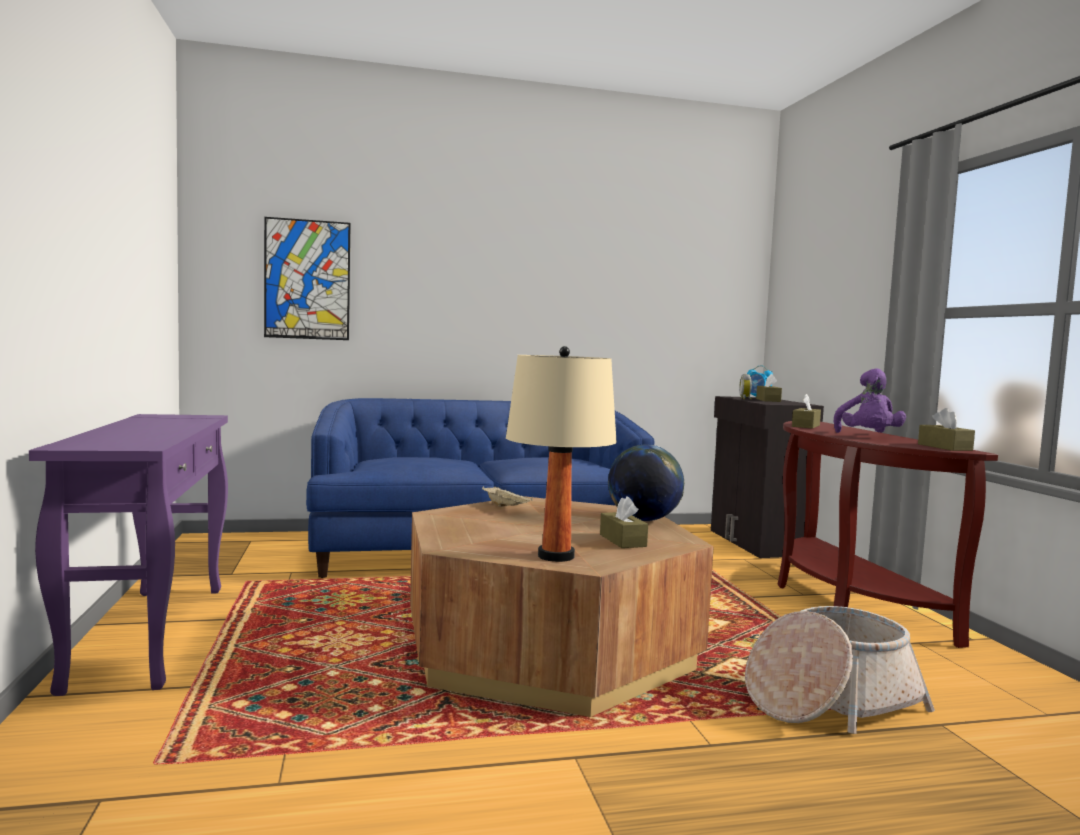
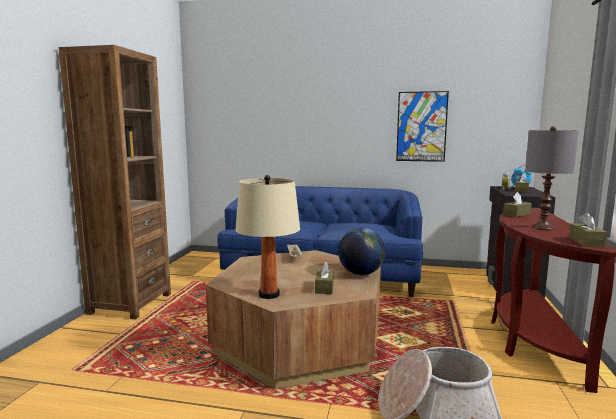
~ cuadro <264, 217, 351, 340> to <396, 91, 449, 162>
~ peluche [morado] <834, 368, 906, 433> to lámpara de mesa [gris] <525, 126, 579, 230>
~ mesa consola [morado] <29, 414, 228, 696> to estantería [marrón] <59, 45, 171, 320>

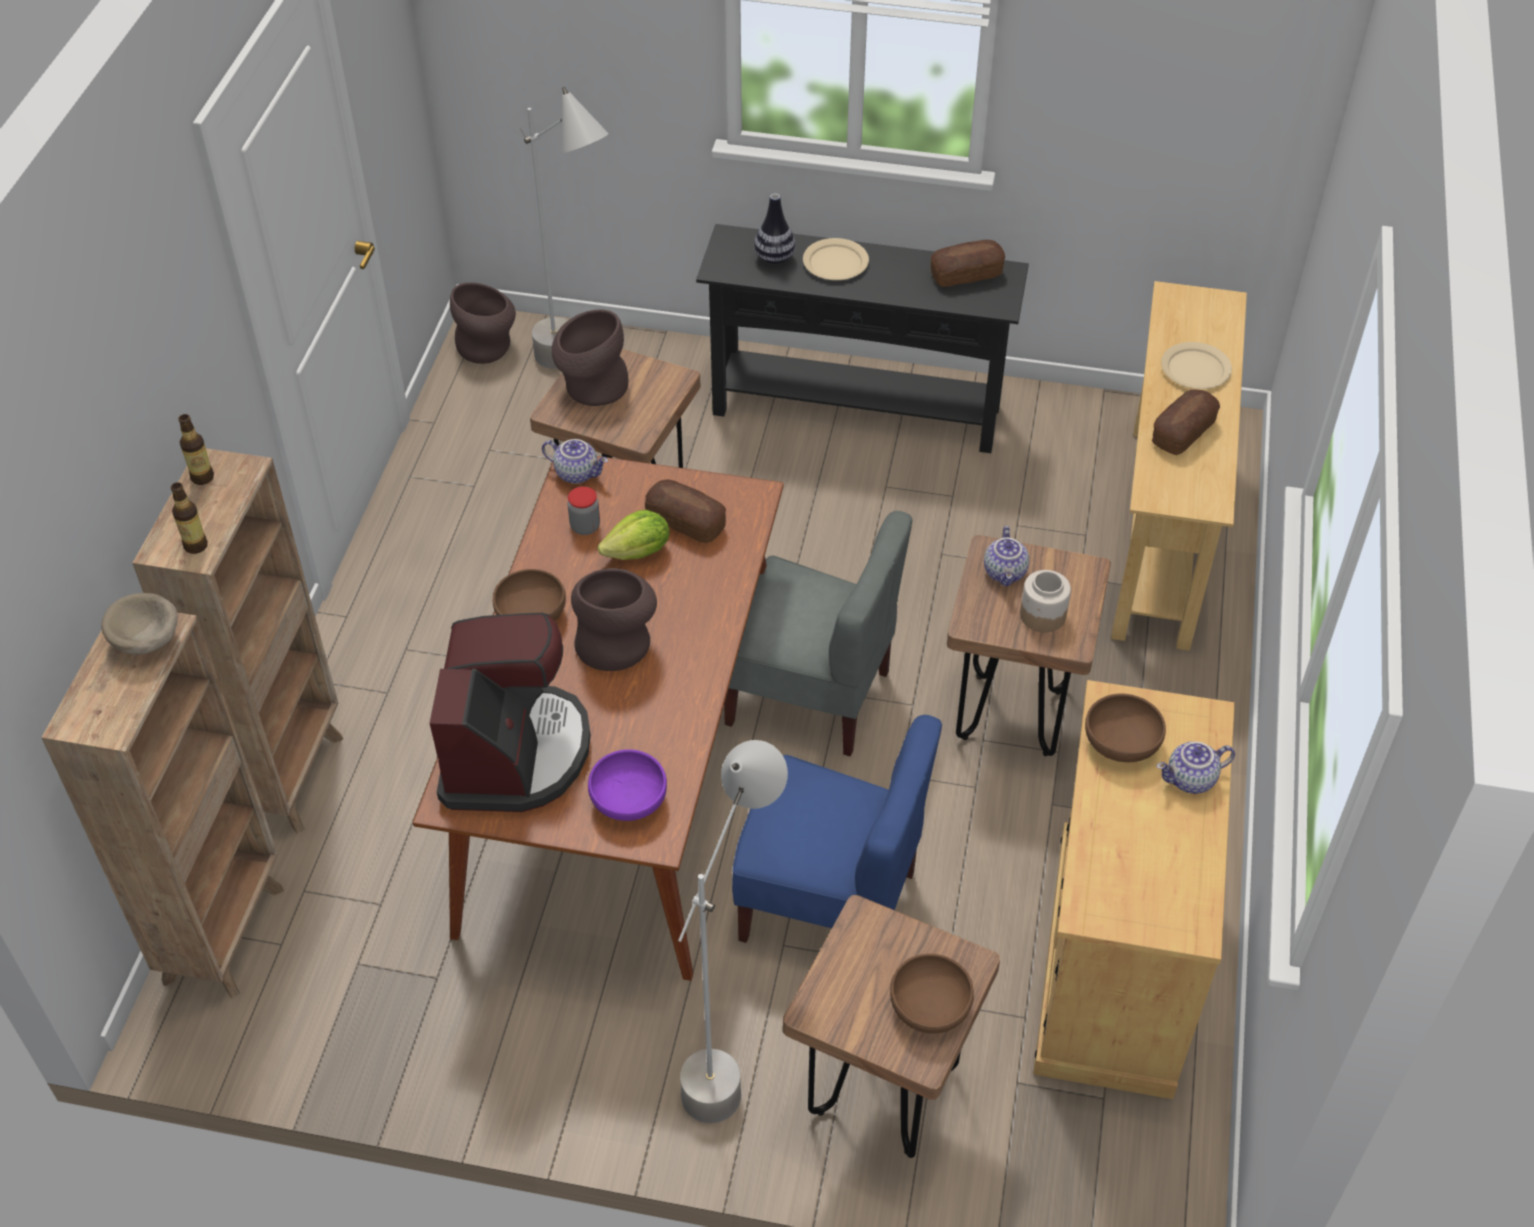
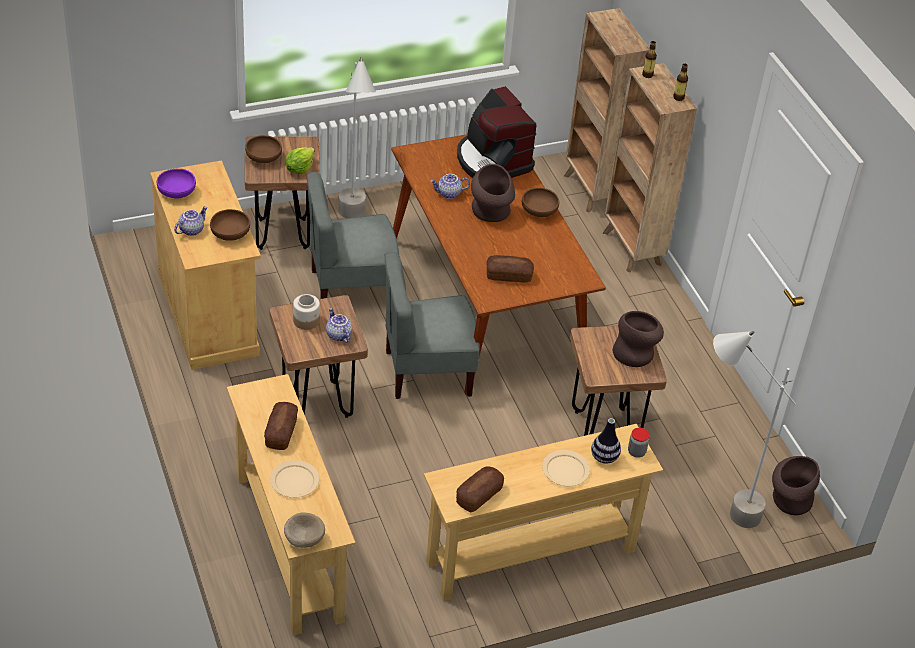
~ mesa consola [negro] <696, 224, 1029, 453> to mesa consola [beis] <424, 424, 663, 601>
~ tetera <542, 439, 608, 484> to <430, 174, 470, 199>
~ tarro <567, 486, 600, 535> to <628, 428, 649, 458>
~ lechuga <597, 510, 670, 560> to <285, 147, 315, 174>
~ cuenco [beis] <101, 593, 178, 655> to <284, 513, 325, 548>
~ silla [azul] <732, 715, 942, 943> to silla [gris] <307, 172, 399, 299>
~ cuenco [morado] <588, 749, 667, 821> to <157, 169, 196, 198>

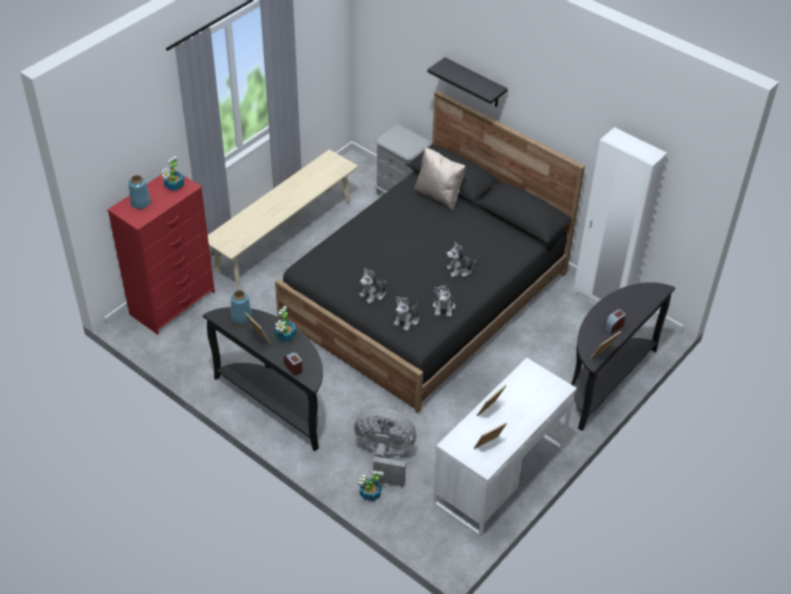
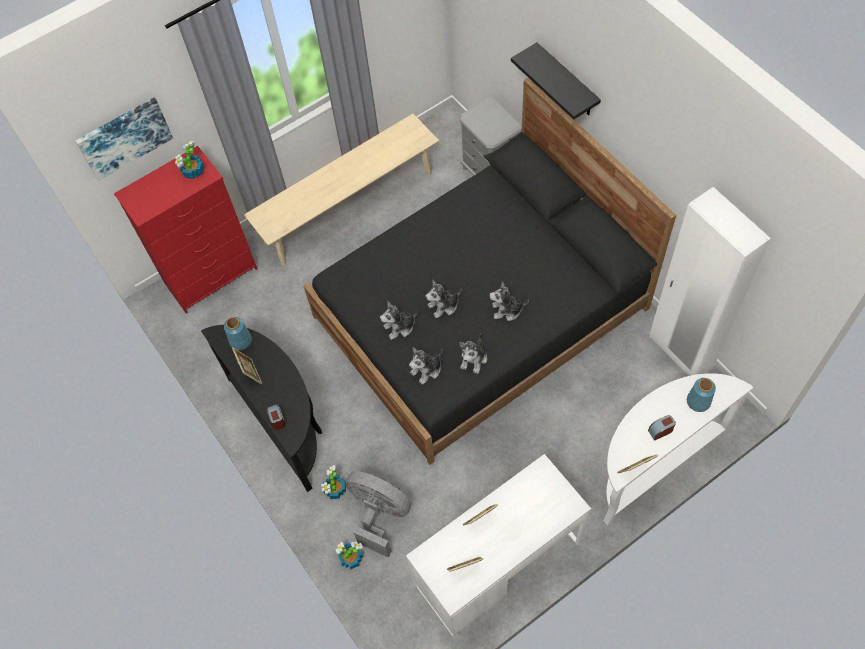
- cojín [beis] <414, 147, 466, 211>
~ florero [azul] <128, 175, 151, 209> to <687, 378, 716, 412>
~ mesa consola [negro] <571, 282, 675, 431> to mesa consola [blanco] <603, 373, 754, 525>
~ planta en maceta <274, 306, 297, 342> to <321, 465, 346, 499>
+ cuadro <75, 98, 173, 181>
+ peluche <425, 280, 462, 318>

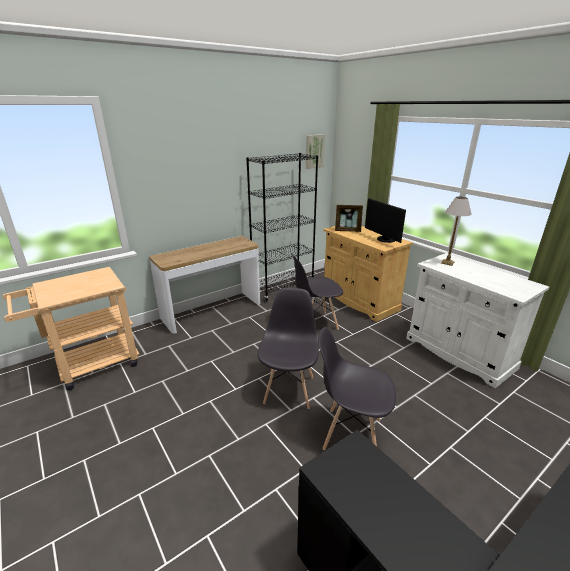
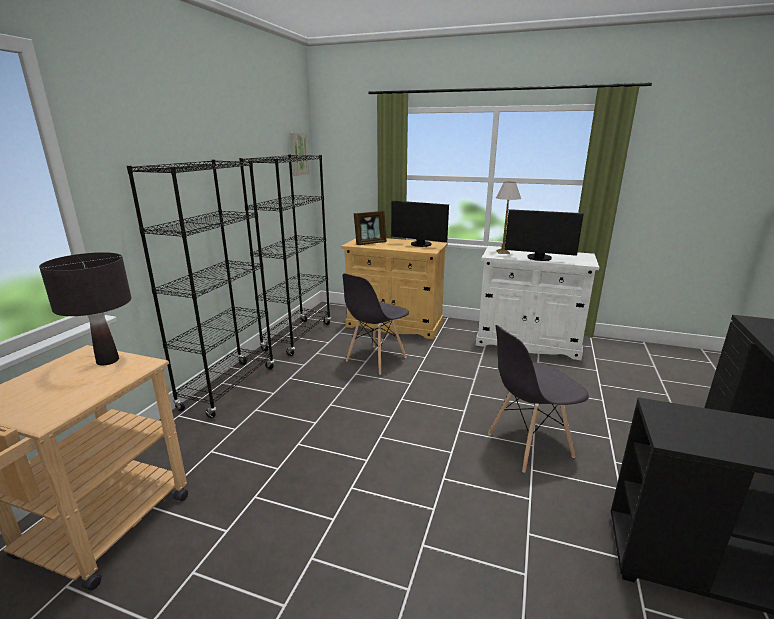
~ mesa consola <149, 236, 260, 334> to estantería [negro] <127, 160, 274, 418>
- silla [gris] <258, 288, 319, 409>
+ monitor <505, 209, 584, 261>
+ lámpara de mesa [negro] <39, 252, 131, 366>

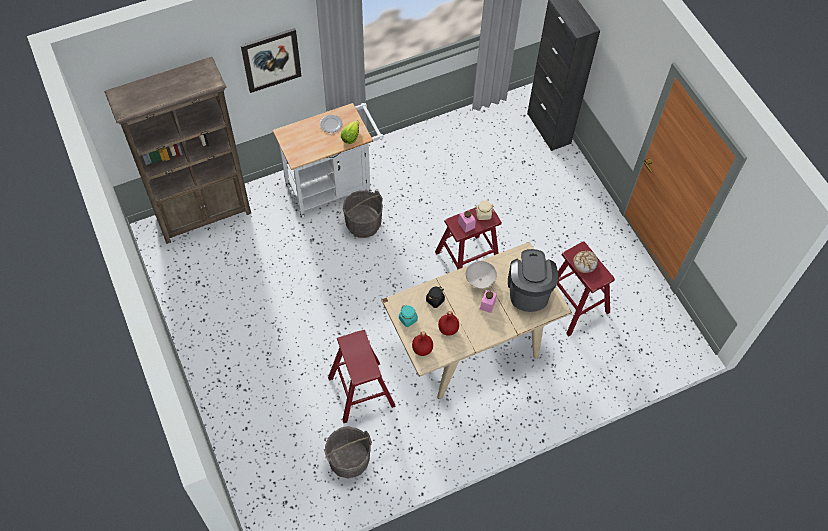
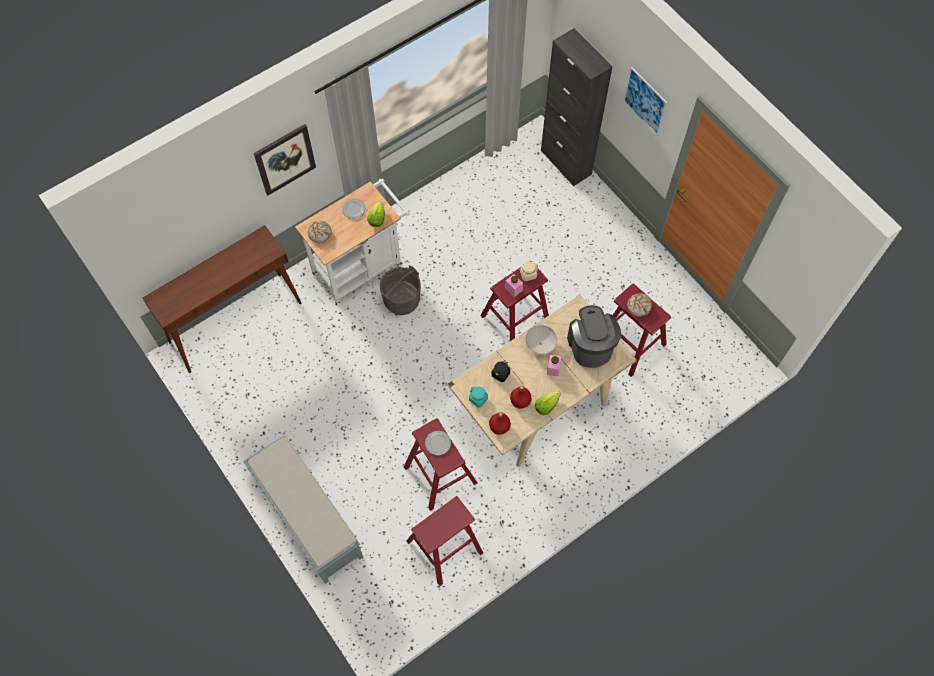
~ estantería [marrón] <105, 57, 251, 244> to mesa consola [marrón] <143, 225, 302, 373>
~ cubo [gris] <324, 426, 372, 478> to taburete [rojo] <406, 496, 483, 586>
+ cuadro <623, 66, 668, 136>
+ pan <308, 220, 332, 243>
+ lechuga <535, 391, 561, 415>
+ plato <425, 431, 451, 455>
+ banco [gris] <243, 435, 363, 584>

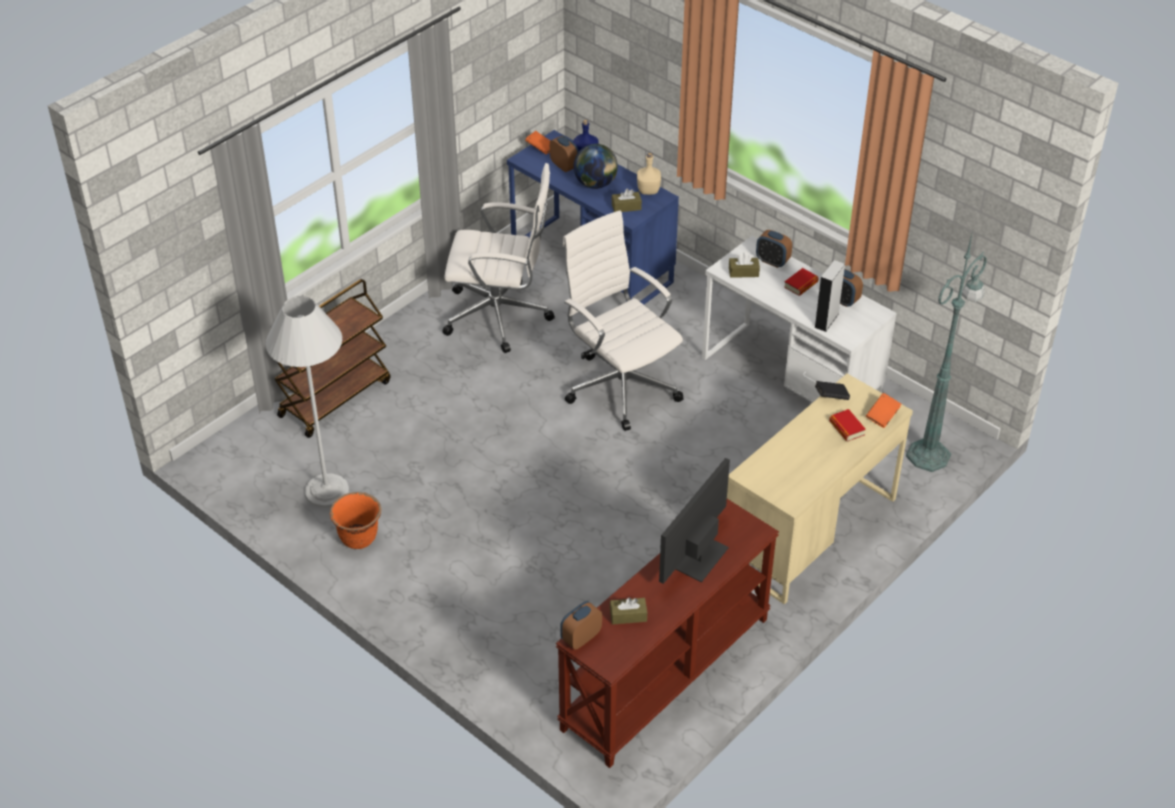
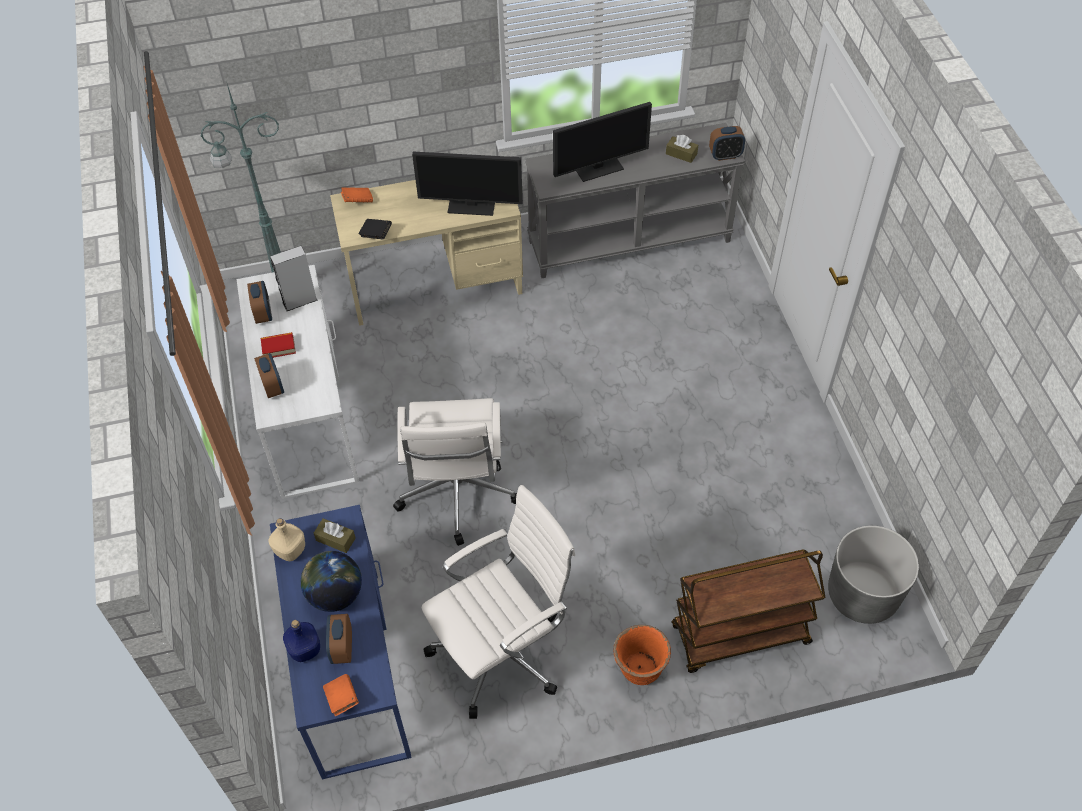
~ silla de oficina [blanco] <442, 163, 555, 353> = <421, 485, 575, 719> 105 degrees clockwise
- caja de pañuelos [marrón] <729, 252, 760, 278>
- lámpara de pie [blanco] <266, 296, 349, 508>
- libro <829, 409, 866, 441>
~ maceta [naranja] <330, 492, 381, 549> to <614, 625, 671, 685>
~ mesa consola [marrón] <556, 499, 779, 768> to mesa consola [gris] <525, 123, 745, 278>
+ monitor <412, 152, 523, 216>
+ maceta [gris] <828, 525, 919, 624>

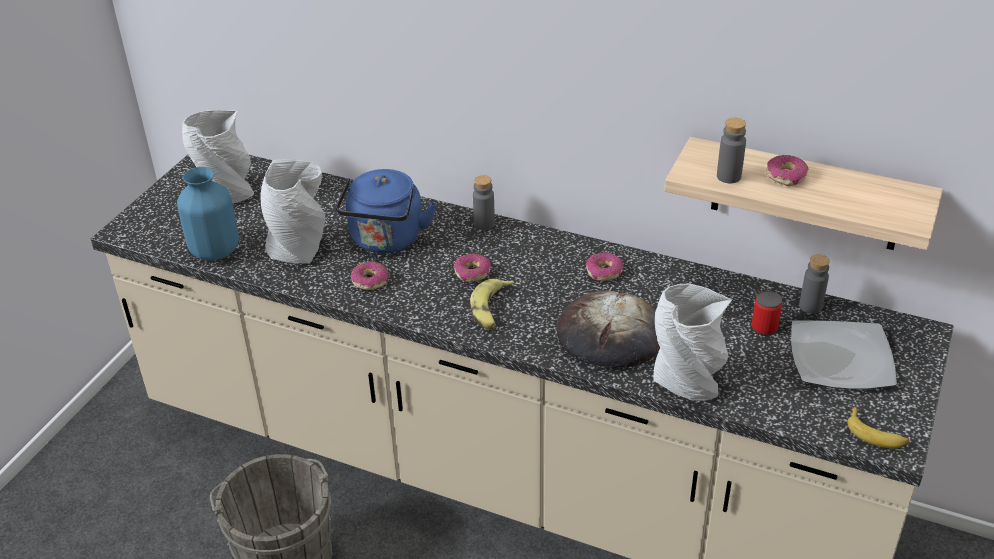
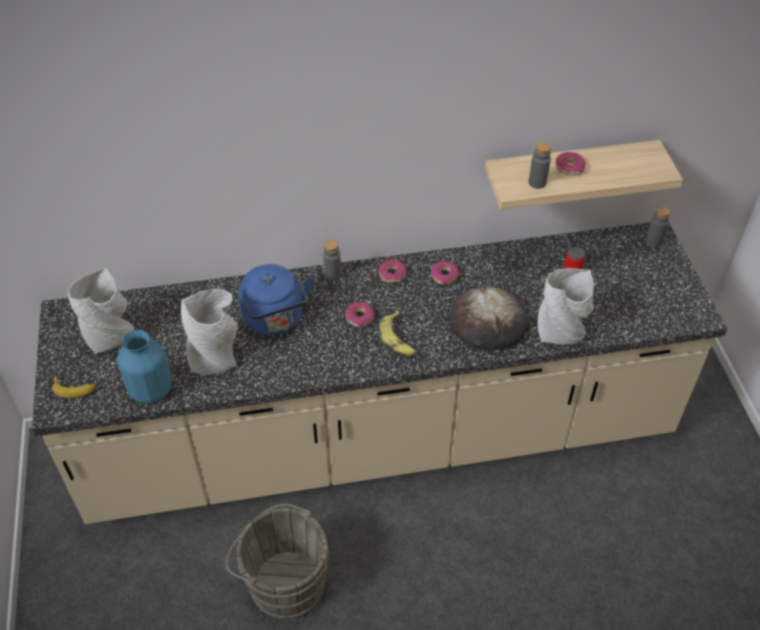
~ botella [gris] <799, 254, 830, 313> to <646, 206, 670, 247>
~ rosquilla <351, 261, 388, 290> to <378, 259, 407, 283>
- plato <791, 320, 897, 389>
~ plátano <847, 406, 910, 448> to <52, 376, 97, 398>

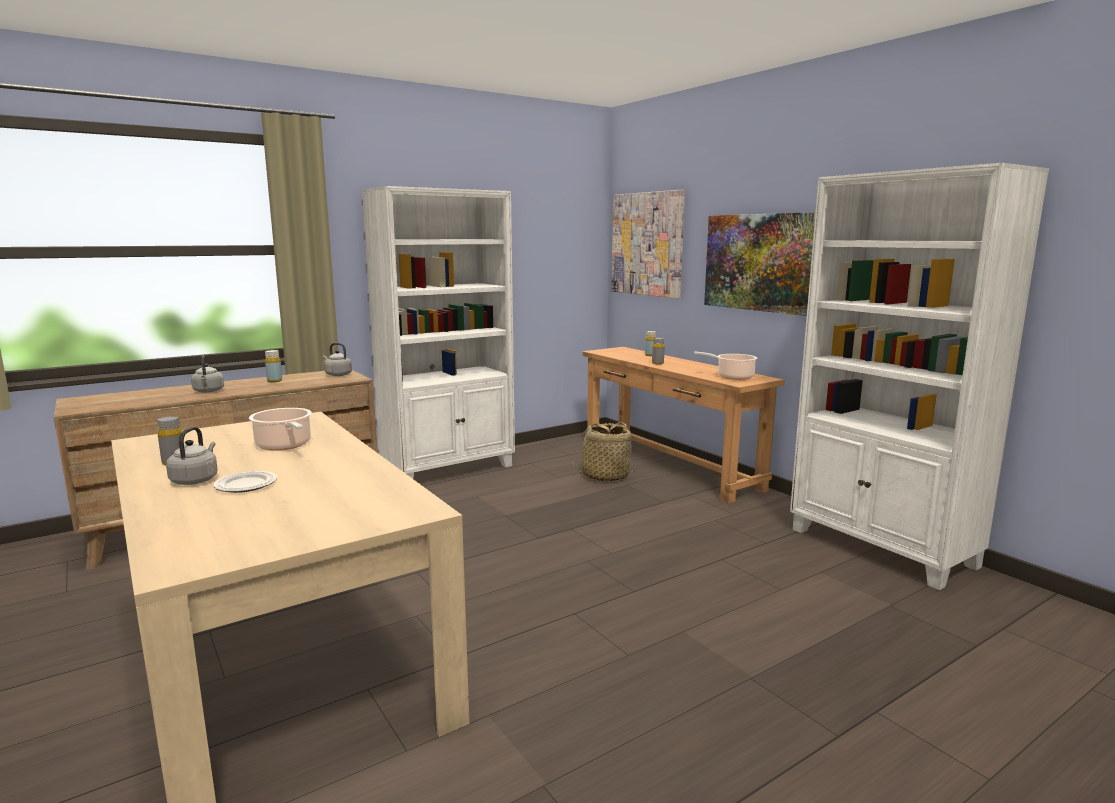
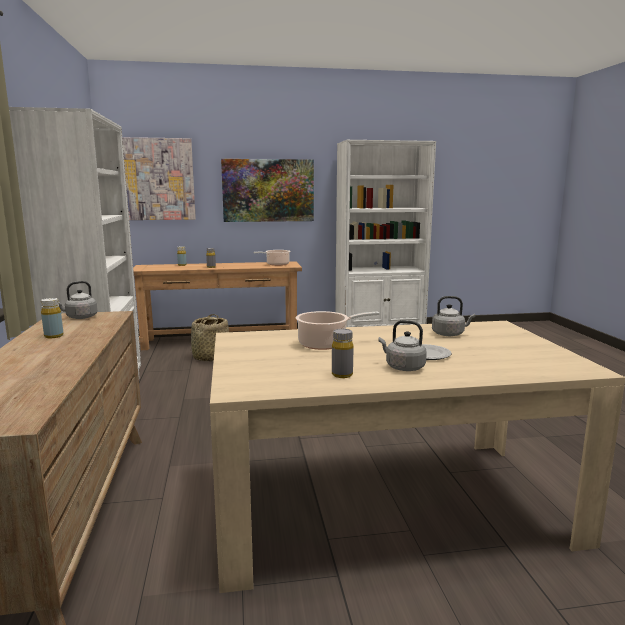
~ hervidor [gris] <191, 355, 224, 393> to <432, 296, 476, 336>

